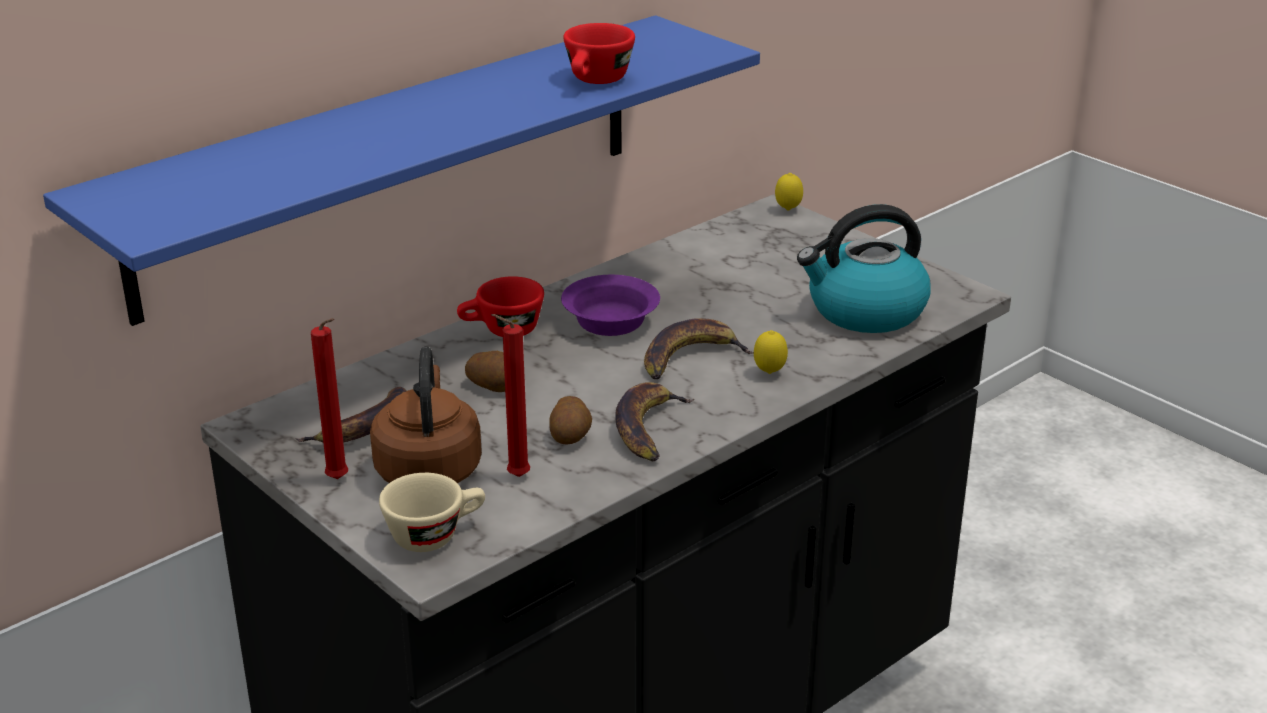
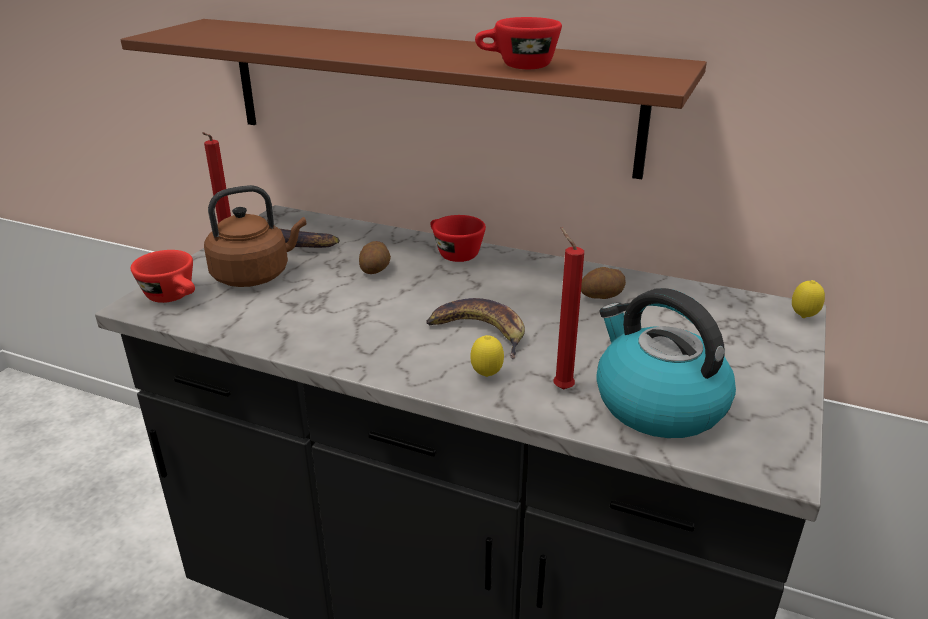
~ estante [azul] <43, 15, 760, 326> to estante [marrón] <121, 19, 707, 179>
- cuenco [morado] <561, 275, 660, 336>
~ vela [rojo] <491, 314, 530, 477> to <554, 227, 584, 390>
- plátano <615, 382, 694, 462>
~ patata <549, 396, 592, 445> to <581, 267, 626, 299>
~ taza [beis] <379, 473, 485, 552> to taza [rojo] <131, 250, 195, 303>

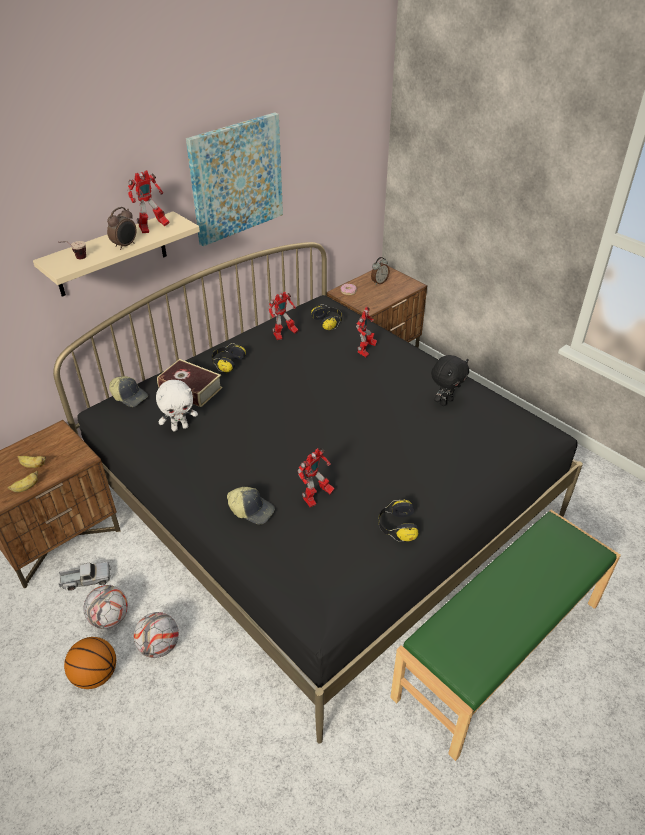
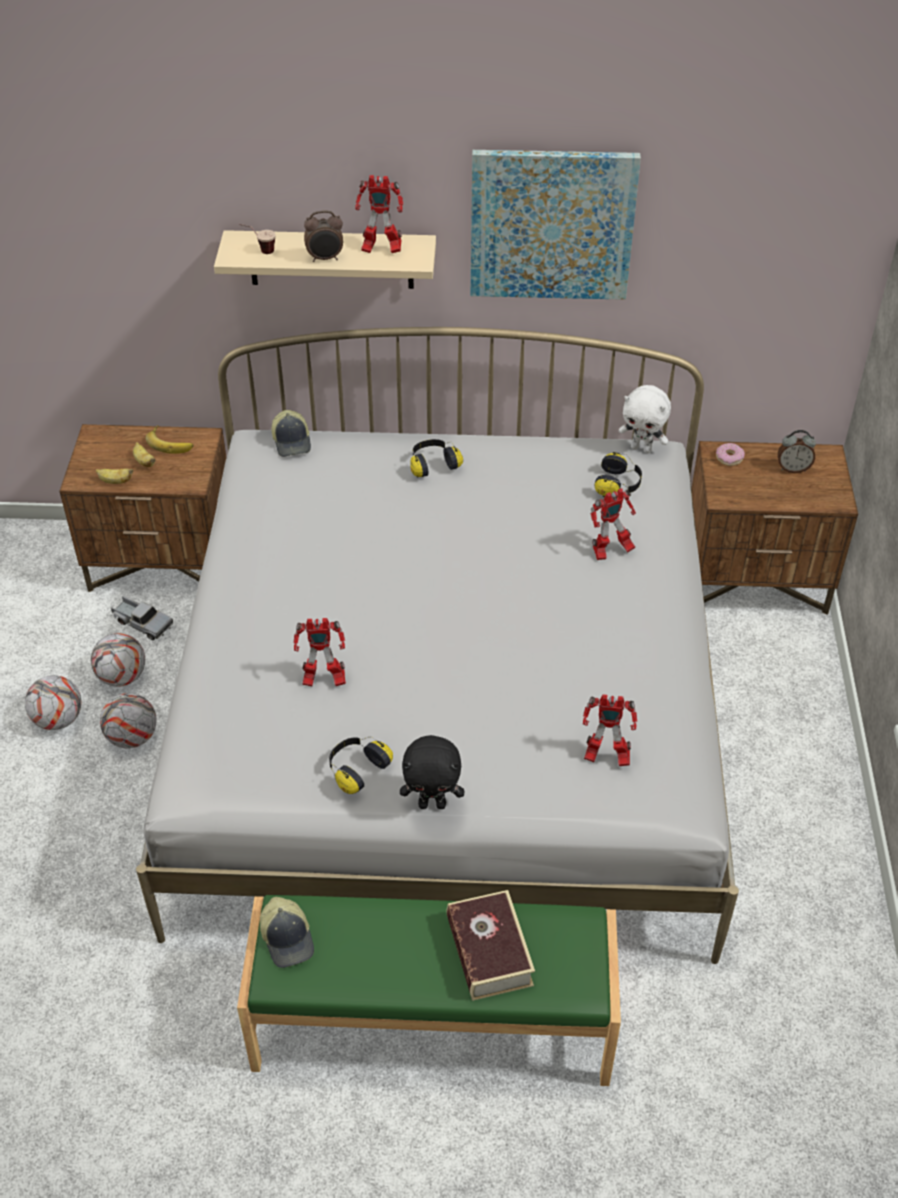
~ cama [negro] <53, 242, 583, 744> to cama [blanco] <136, 327, 739, 964>
~ robot de juguete <268, 292, 299, 340> to <583, 695, 637, 766>
~ peluche [negro] <431, 355, 469, 406> to <400, 735, 464, 809>
~ libro <157, 359, 223, 407> to <447, 890, 535, 1001>
~ peluche [blanco] <156, 380, 198, 431> to <619, 385, 671, 453>
~ gorra <227, 487, 275, 524> to <260, 897, 314, 968>
~ balón de baloncesto <64, 637, 116, 689> to balón de fútbol <25, 675, 81, 730>
+ plátano <146, 425, 193, 454>

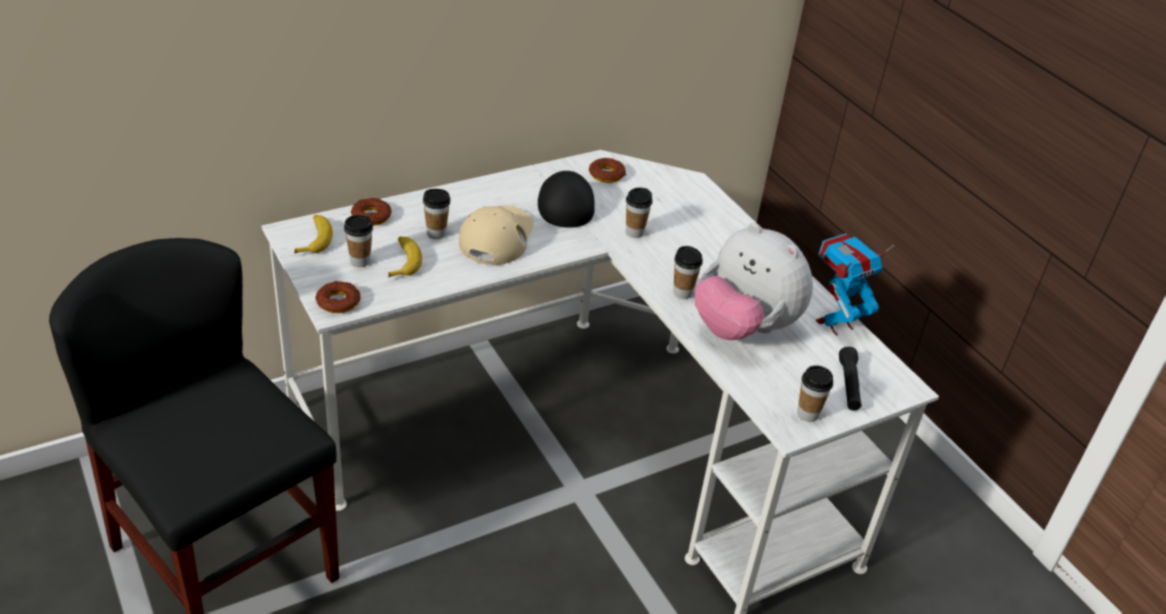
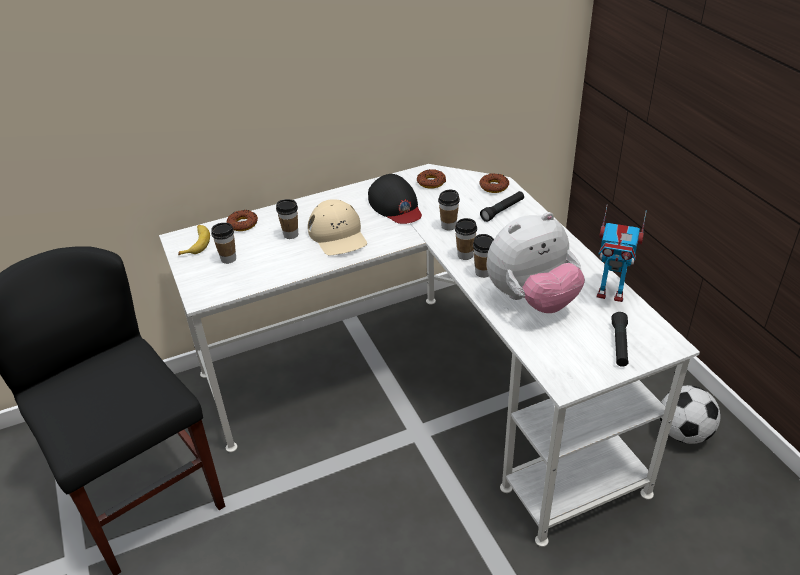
~ gorra [negro] <538, 171, 595, 228> = <368, 174, 422, 224> 150 degrees clockwise
~ gorra [beis] <459, 205, 534, 265> = <308, 199, 367, 255> 135 degrees clockwise
~ peluche <694, 223, 813, 340> = <487, 212, 585, 313> 75 degrees counterclockwise
~ robot de juguete <816, 233, 894, 335> = <597, 204, 647, 302> 135 degrees counterclockwise
- plátano <388, 236, 422, 277>
~ rosquilla <315, 281, 361, 313> to <479, 173, 509, 193>
~ taza <797, 365, 833, 422> to <455, 218, 477, 260>
+ linterna [negro] <480, 191, 524, 222>
+ balón de fútbol <660, 385, 721, 444>

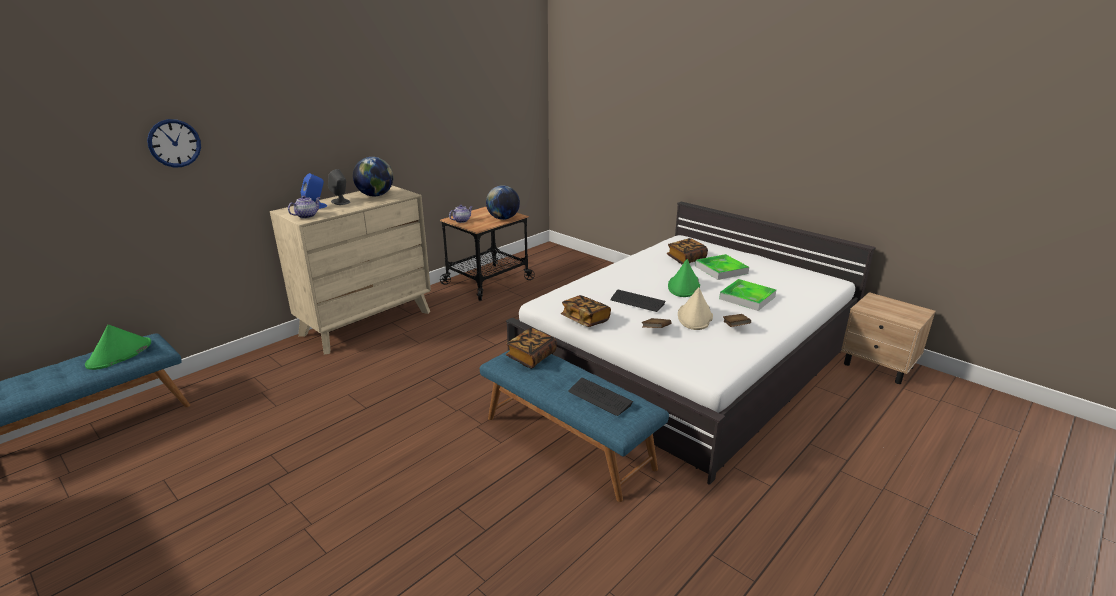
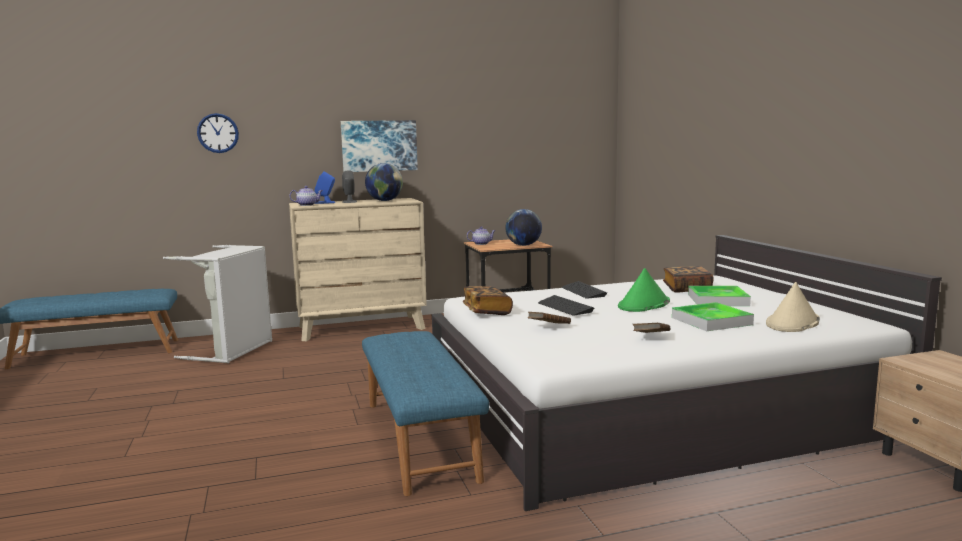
~ sombrero [beis] <678, 287, 713, 330> to <766, 282, 820, 332>
- sombrero [verde] <85, 325, 151, 370>
- libro <506, 328, 557, 369>
~ teclado <568, 378, 633, 416> to <562, 281, 607, 299>
+ cuadro <341, 120, 418, 172>
+ cesto de la ropa [gris] <163, 245, 272, 363>

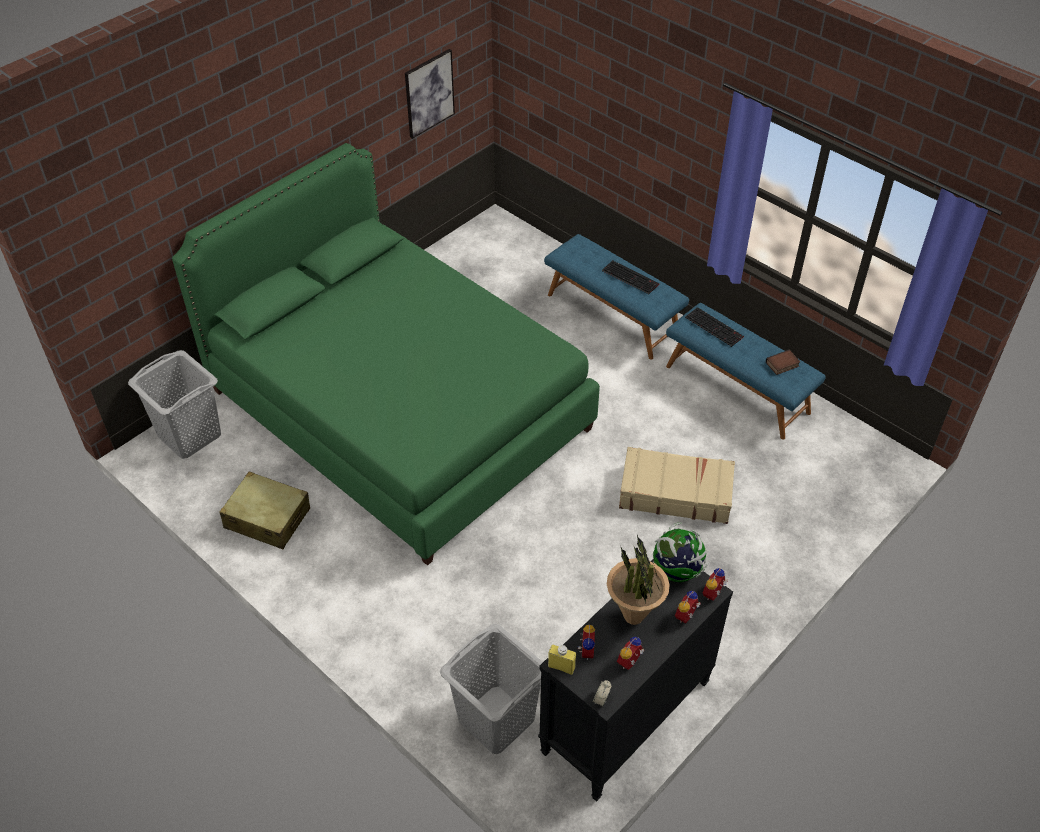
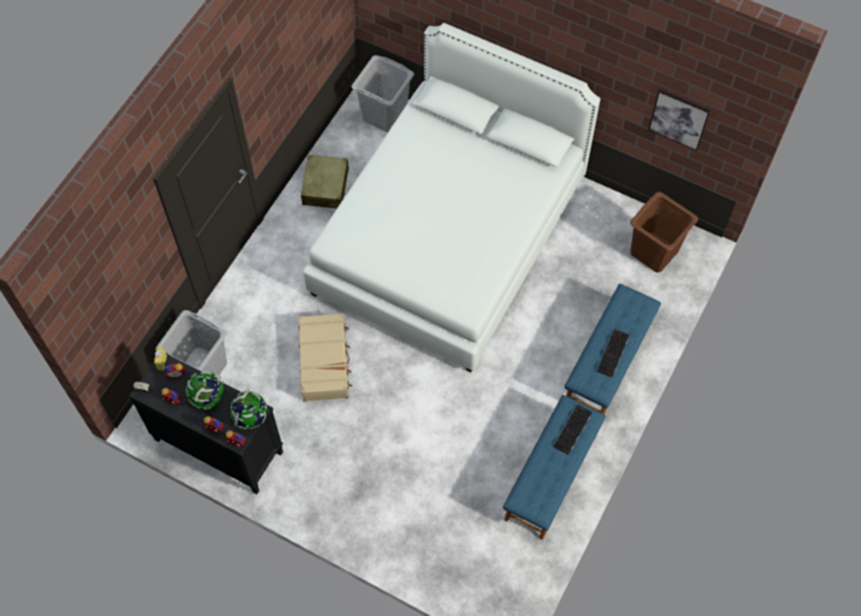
~ cama [verde] <172, 143, 600, 566> to cama [blanco] <303, 23, 600, 373>
- libro <766, 350, 800, 375>
~ maleta [beis] <619, 447, 735, 524> to <298, 313, 352, 401>
~ planta en maceta <607, 535, 670, 625> to globo terráqueo <186, 370, 224, 410>
+ cesto de la ropa [marrón] <630, 192, 698, 273>

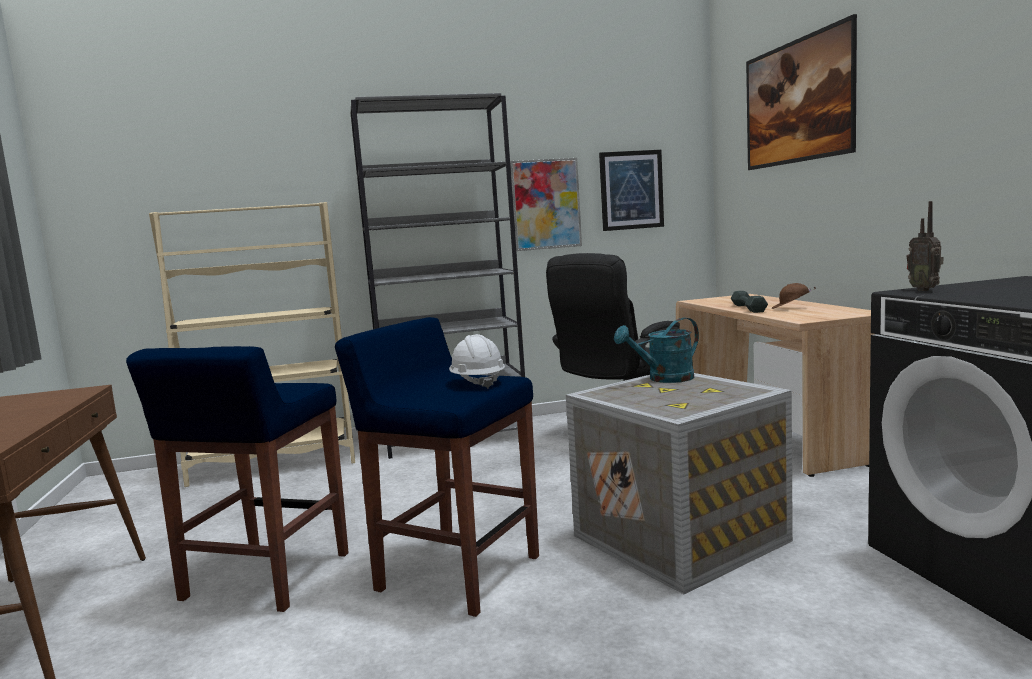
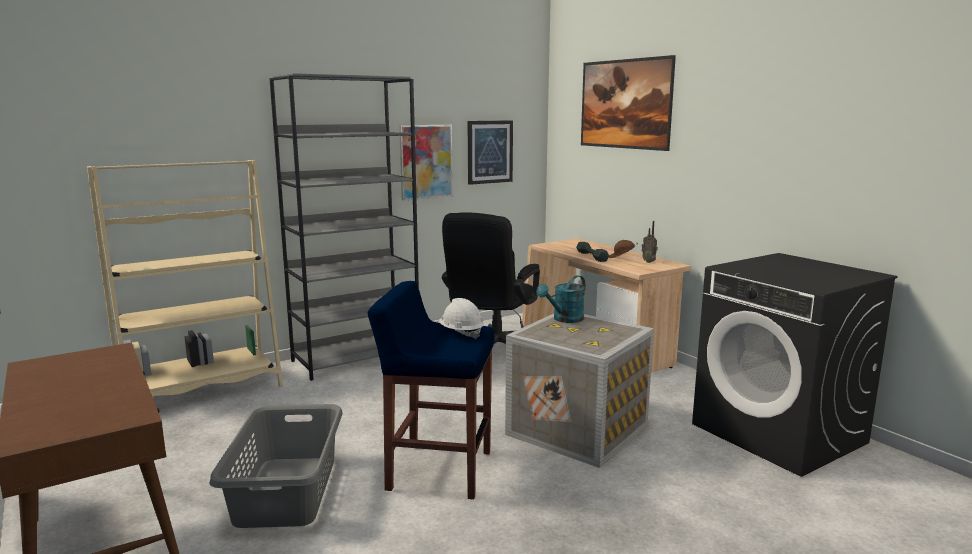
~ radio <906, 201, 943, 291> to <642, 221, 658, 263>
~ taburete [azul] <126, 346, 349, 612> to cesto de la ropa [gris] <209, 404, 343, 528>

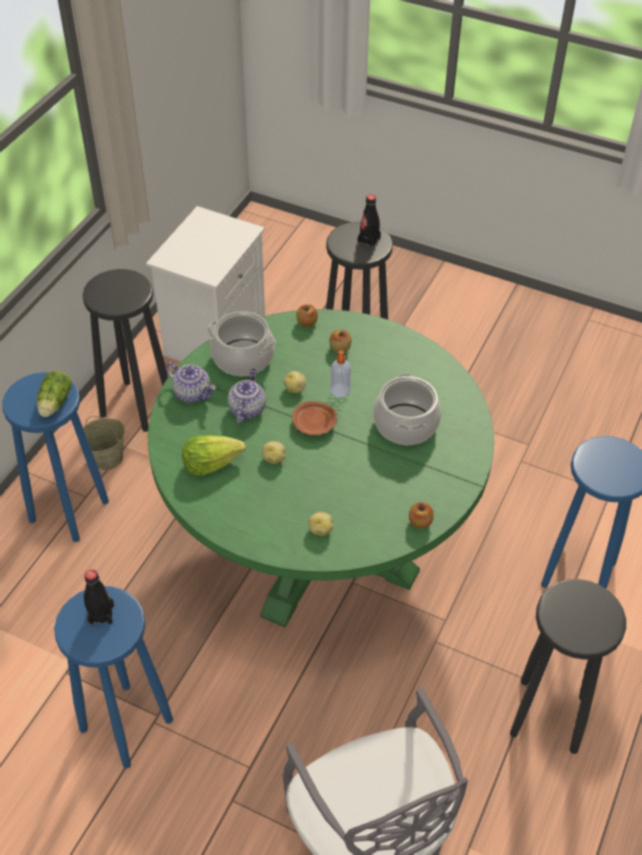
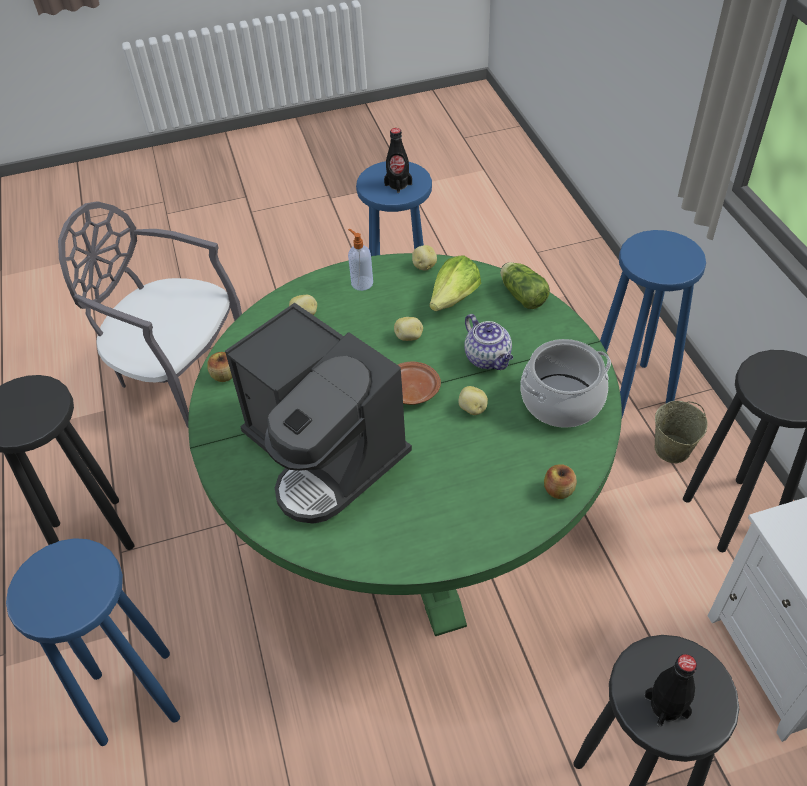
- manzana <330, 330, 351, 353>
~ dispensador de jabón <330, 350, 351, 397> to <348, 229, 373, 291>
- tetera <166, 362, 216, 403>
~ lechuga <37, 371, 72, 417> to <500, 262, 550, 309>
~ olla <373, 373, 441, 445> to cafetera <225, 303, 412, 524>
+ patata <412, 245, 437, 271>

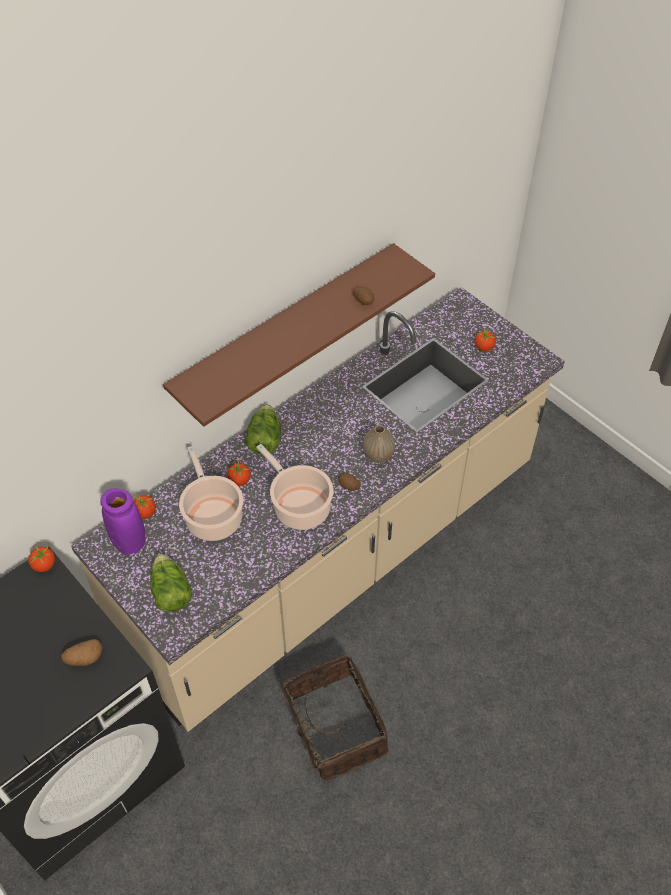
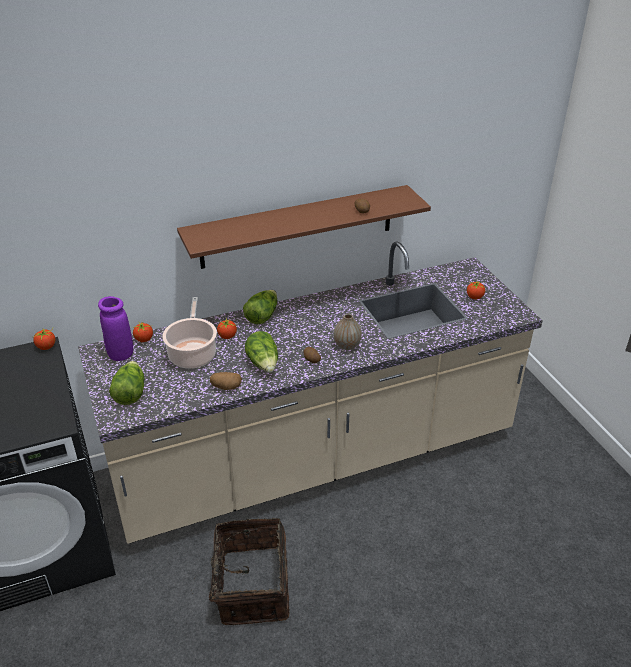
~ olla <256, 444, 333, 530> to lechuga <245, 331, 278, 372>
~ patata <61, 639, 102, 666> to <210, 372, 242, 390>

